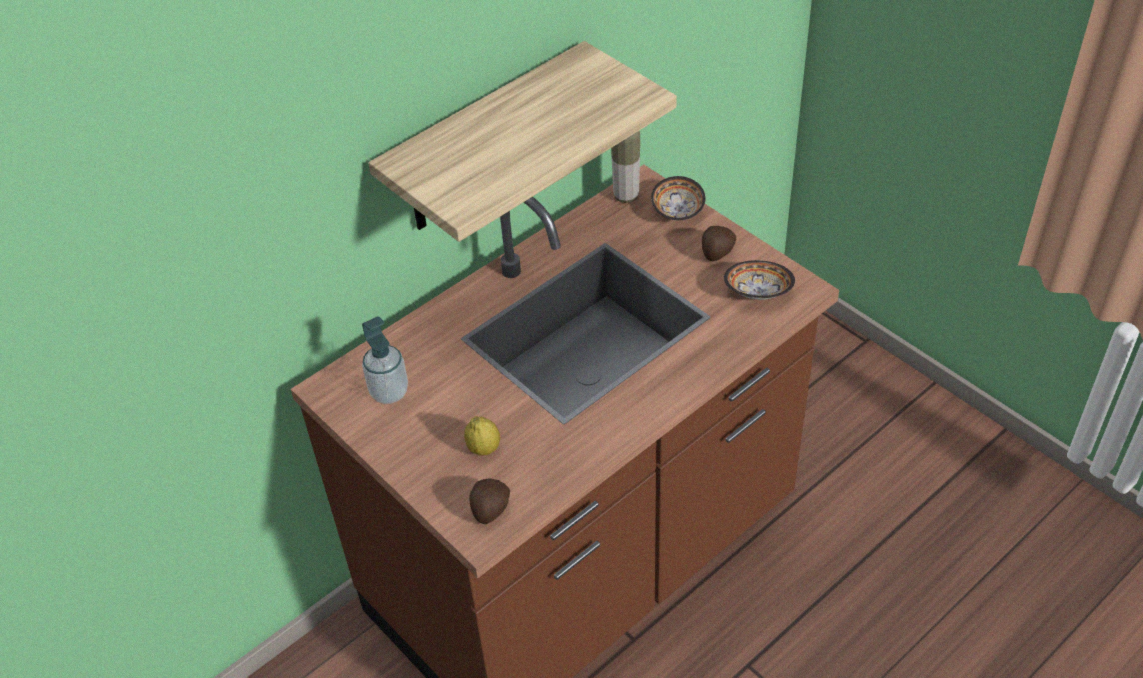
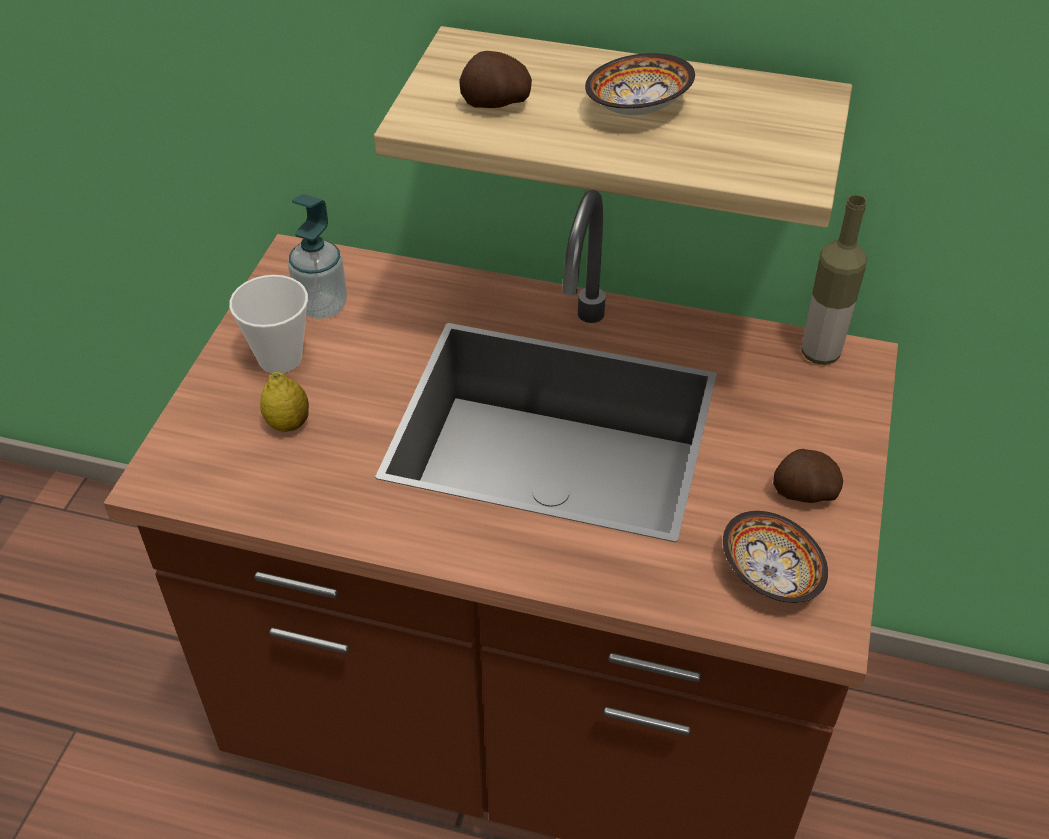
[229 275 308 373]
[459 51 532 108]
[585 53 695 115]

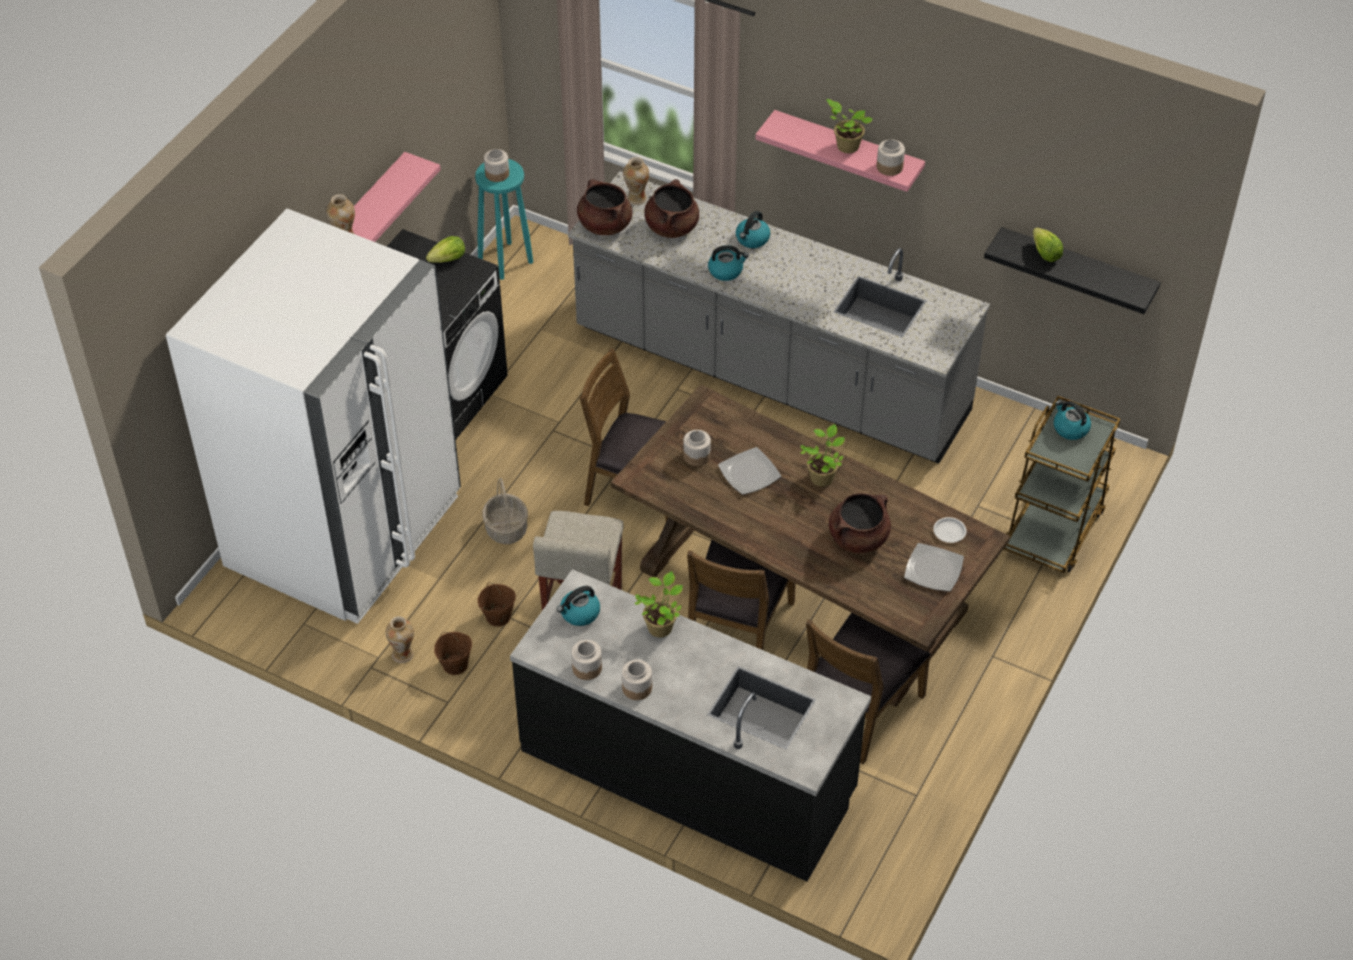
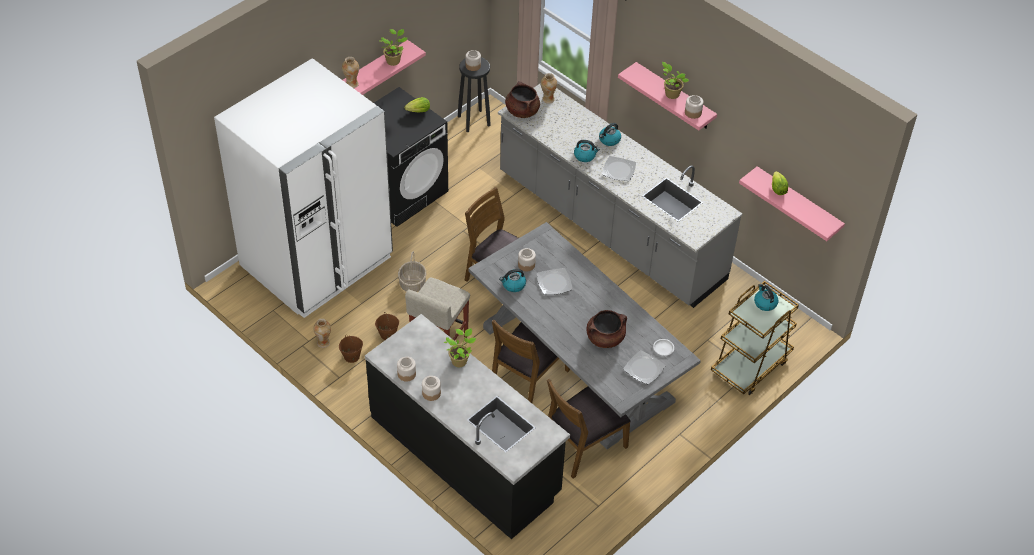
[644 179 699 238] (first image)
[602 156 636 181]
[499 269 526 292]
[379 29 407 66]
[458 57 490 132]
[468 222 701 449]
[739 166 845 241]

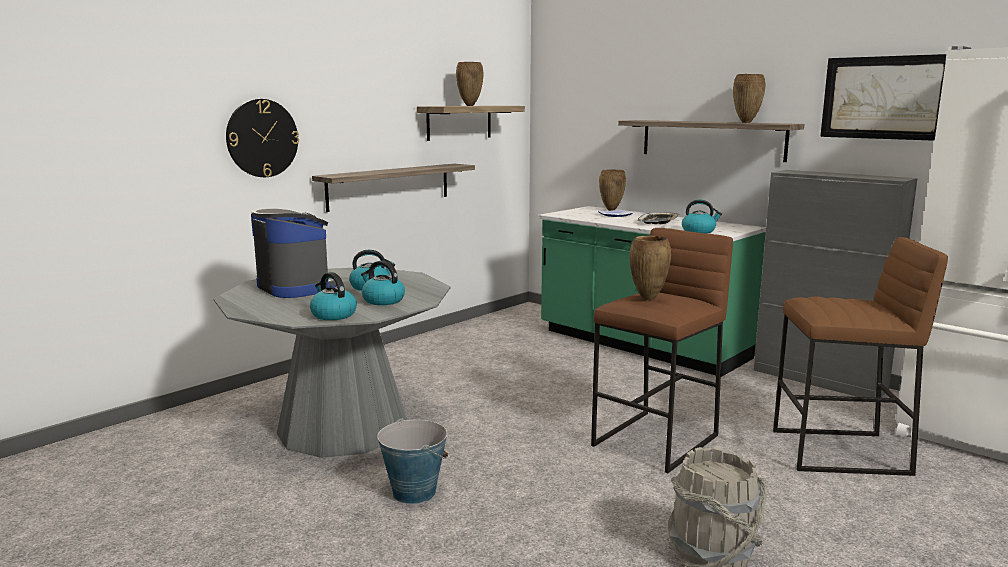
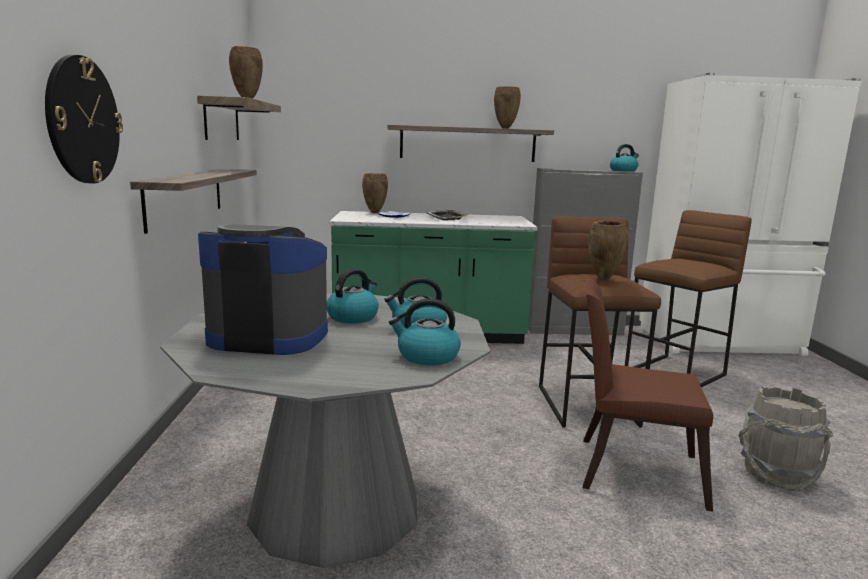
[377 418 448 504] (first image)
[820 54 946 141] (first image)
[583 278 713 512]
[610 144 639 172]

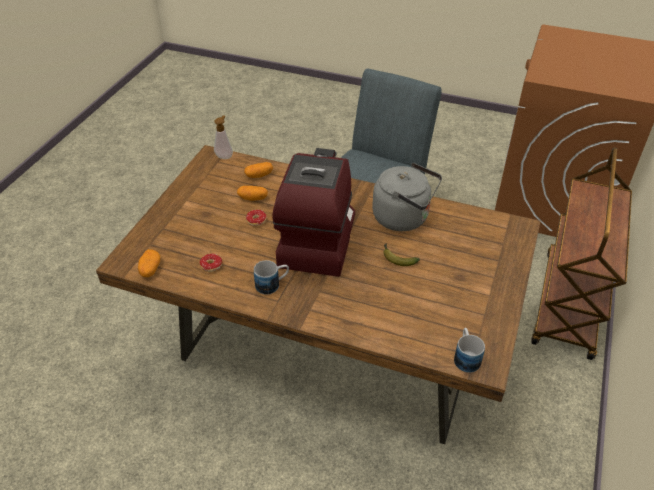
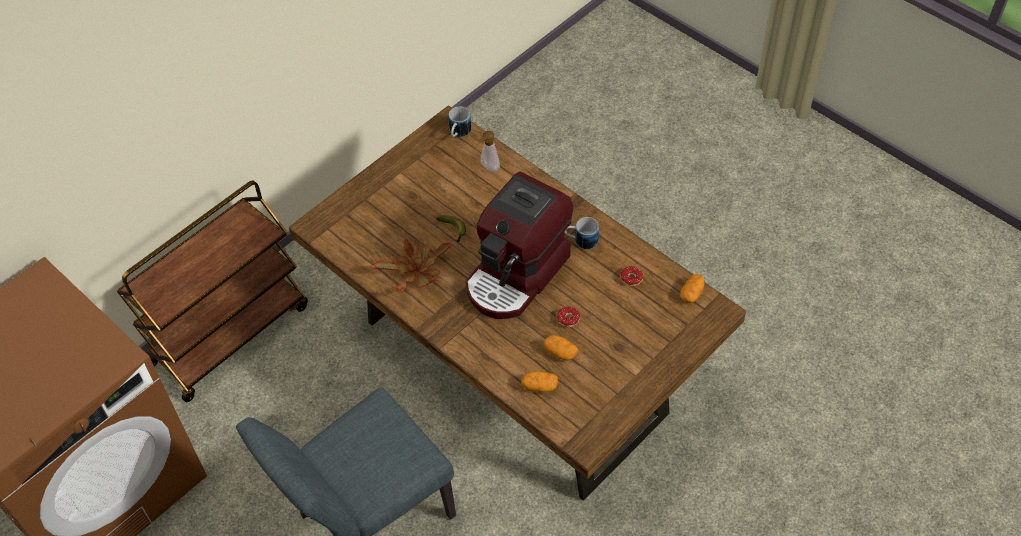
[480 131 500 172]
[371 239 451 293]

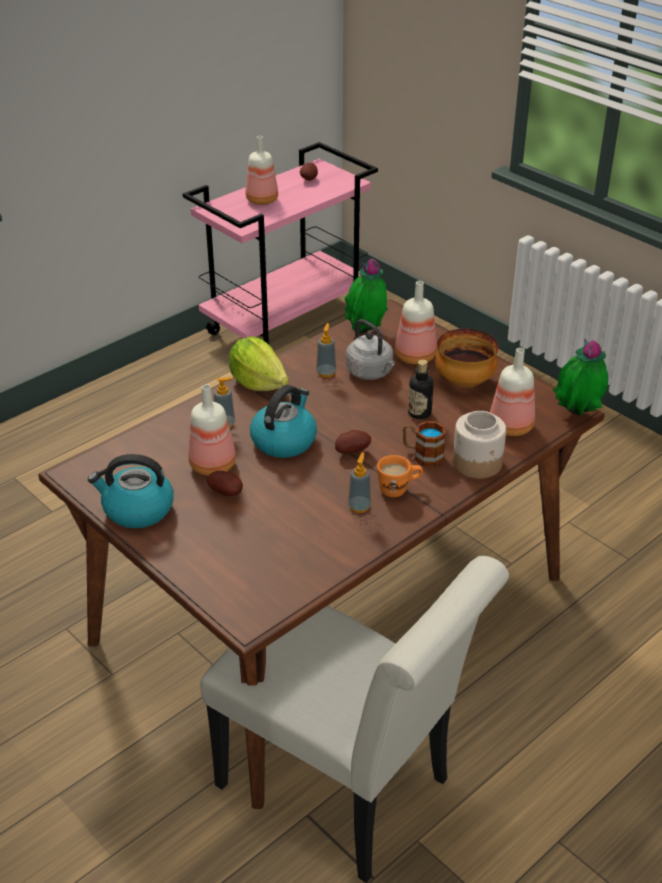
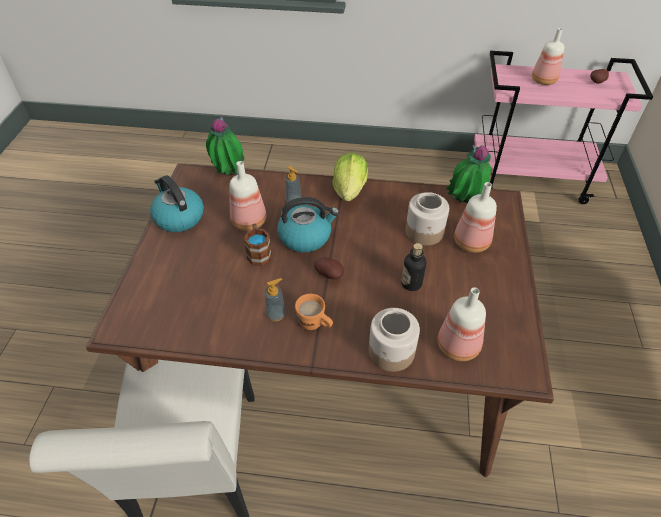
[207 471 243 497] (first image)
[316 323 336 377] (first image)
[435 329 499 387] (first image)
[244 224 272 266]
[206 116 245 175]
[405 192 449 246]

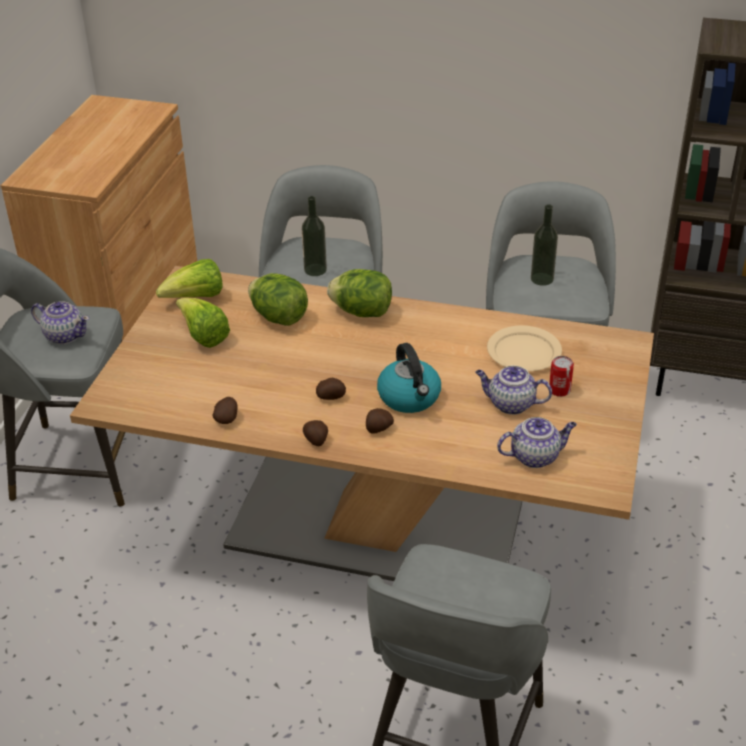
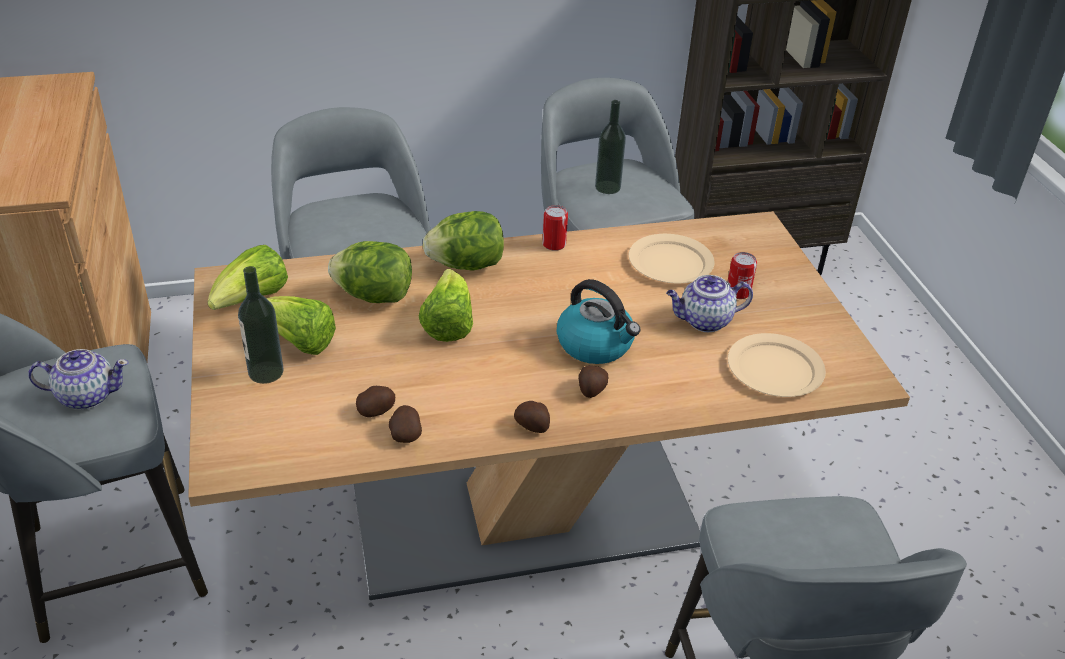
[419 269 473 342]
[542 205 568 251]
[238 266 284 384]
[356 386 395 417]
[728 333 826 397]

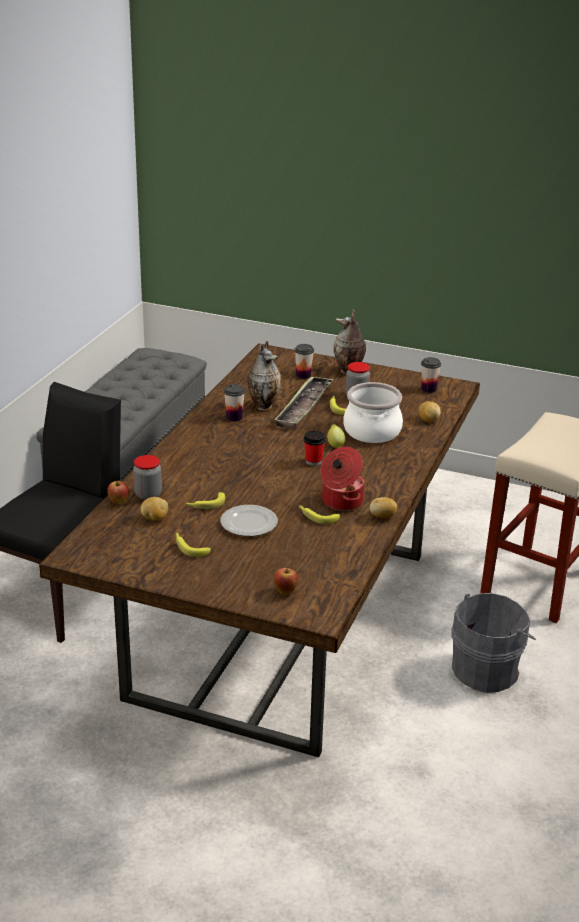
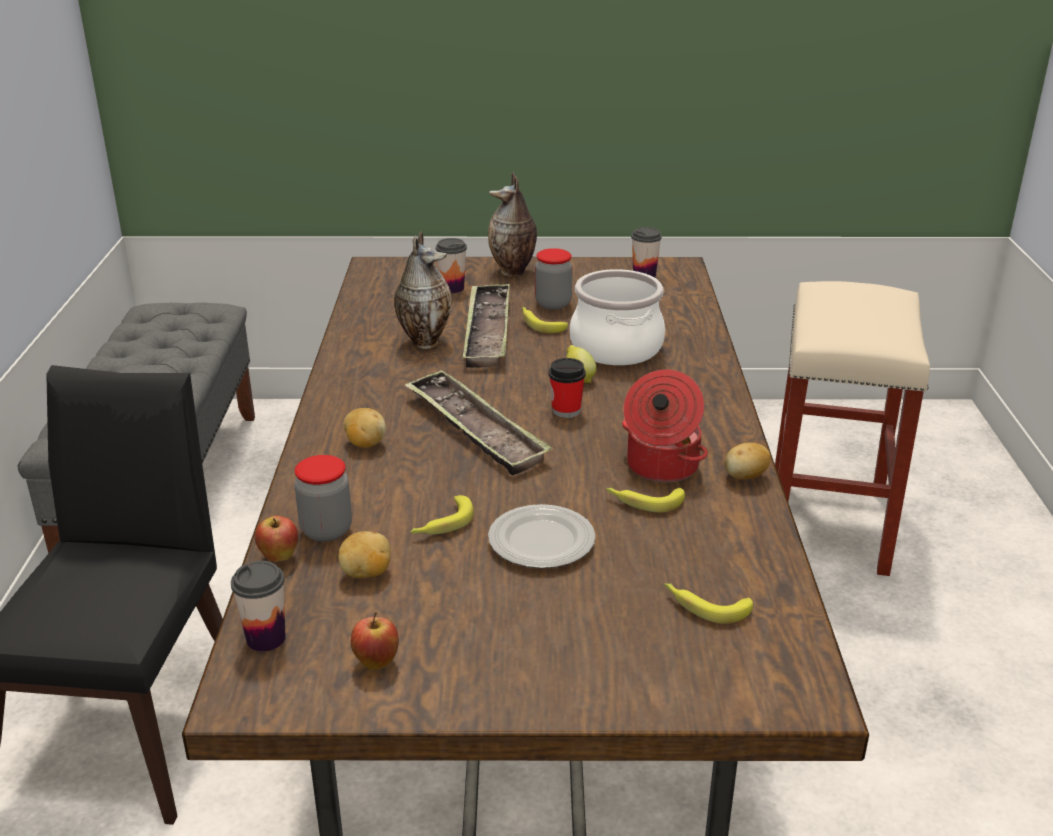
[451 593 536 693] (first image)
[404 369 552 475]
[664 584 753 624]
[231 561 286 652]
[351 612 399 670]
[343 408 386 448]

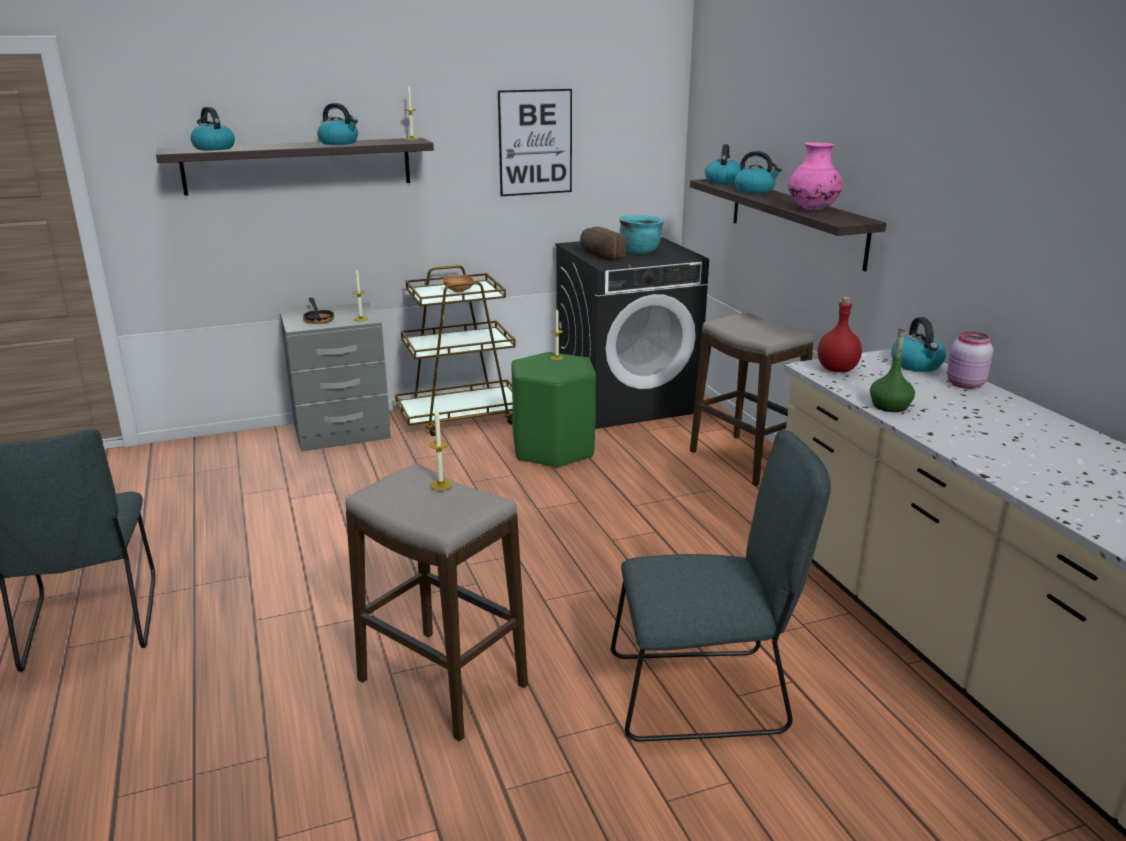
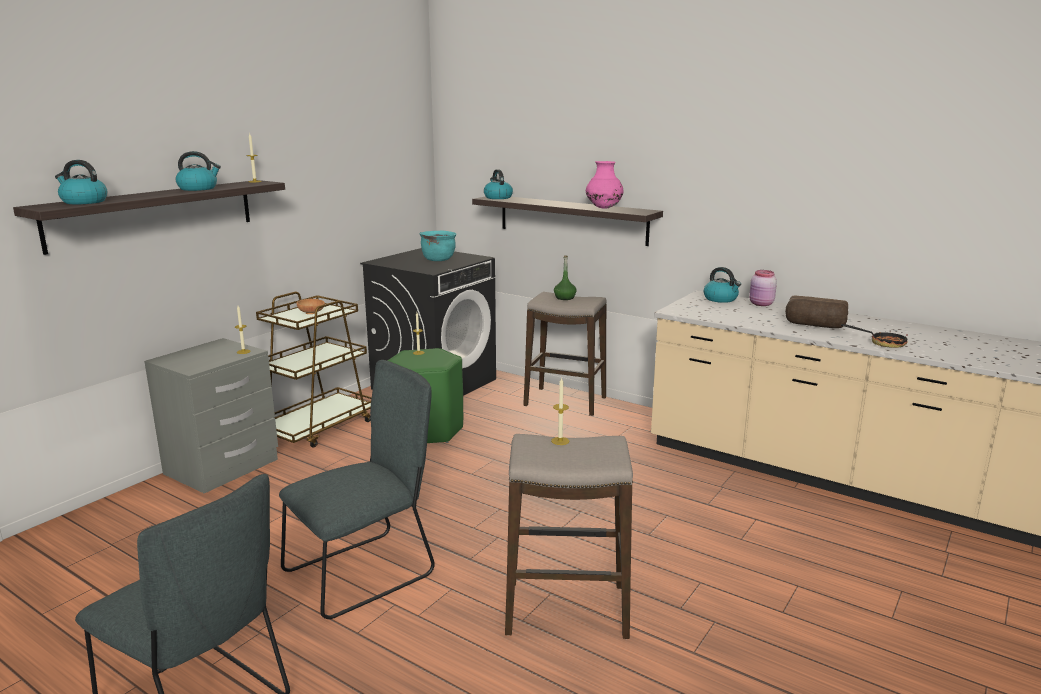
[498 89 572 196] (first image)
[735 151 782 193] (first image)
[818 297 862 372] (first image)
[841 324 909 348]
[785 295 848 328]
[279 360 435 619]
[554 255 577 300]

